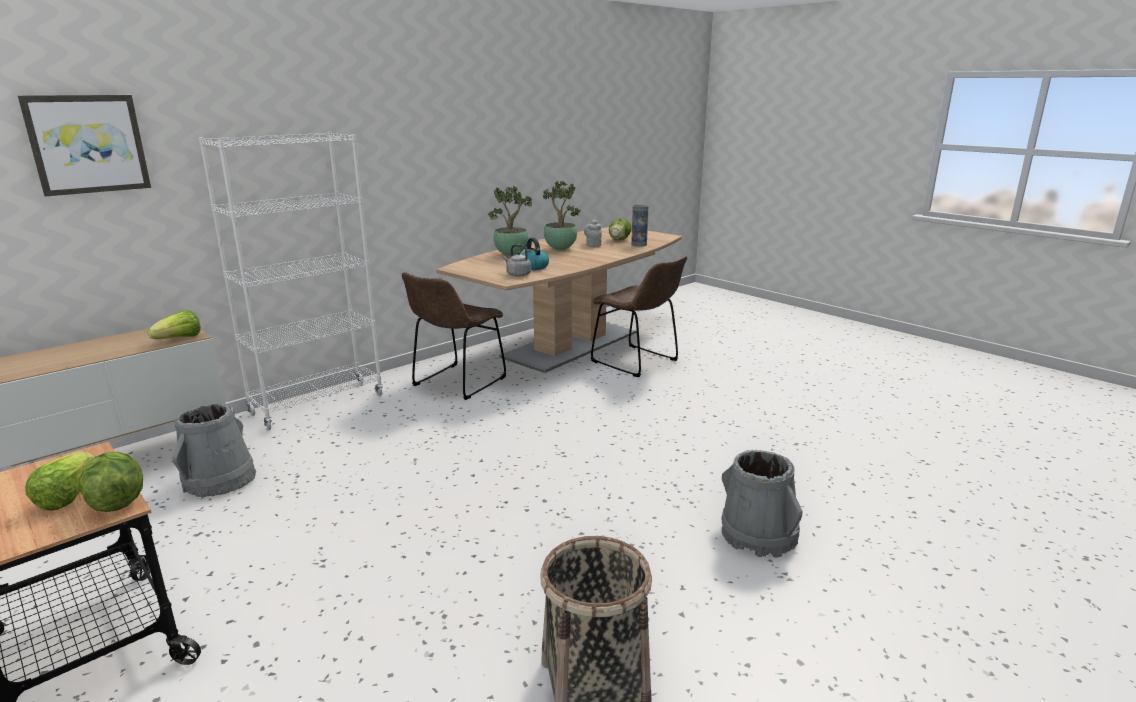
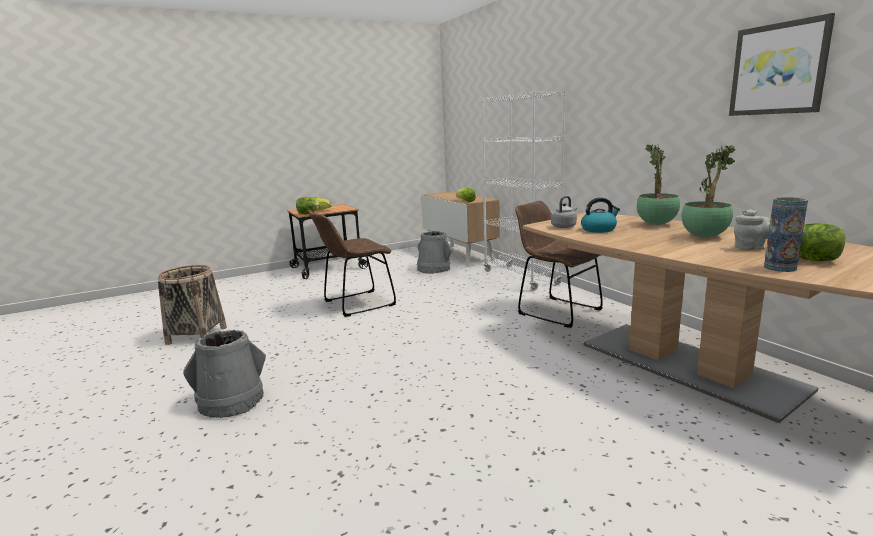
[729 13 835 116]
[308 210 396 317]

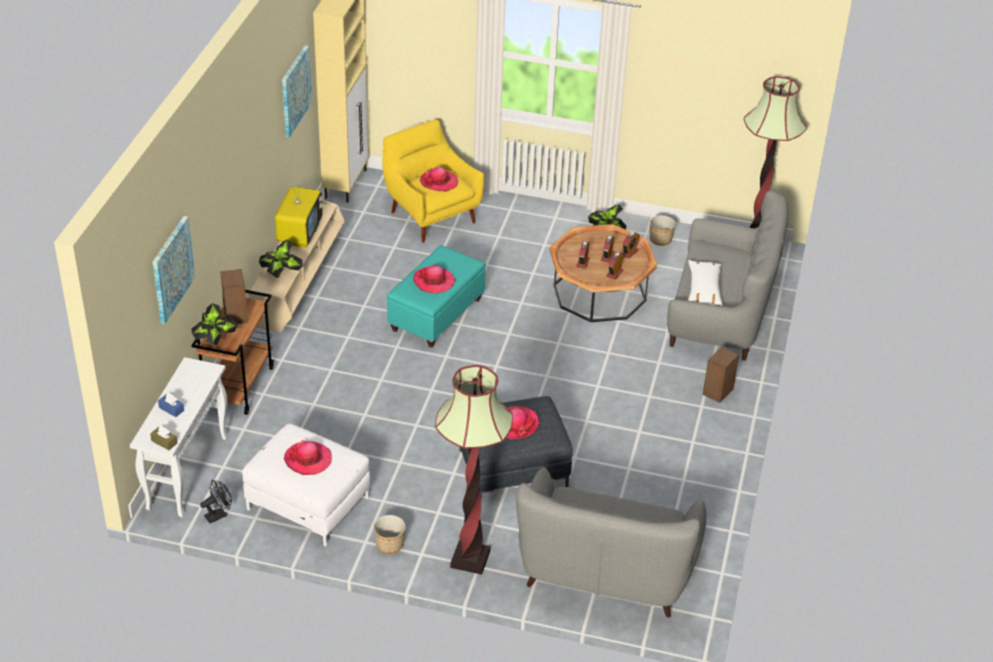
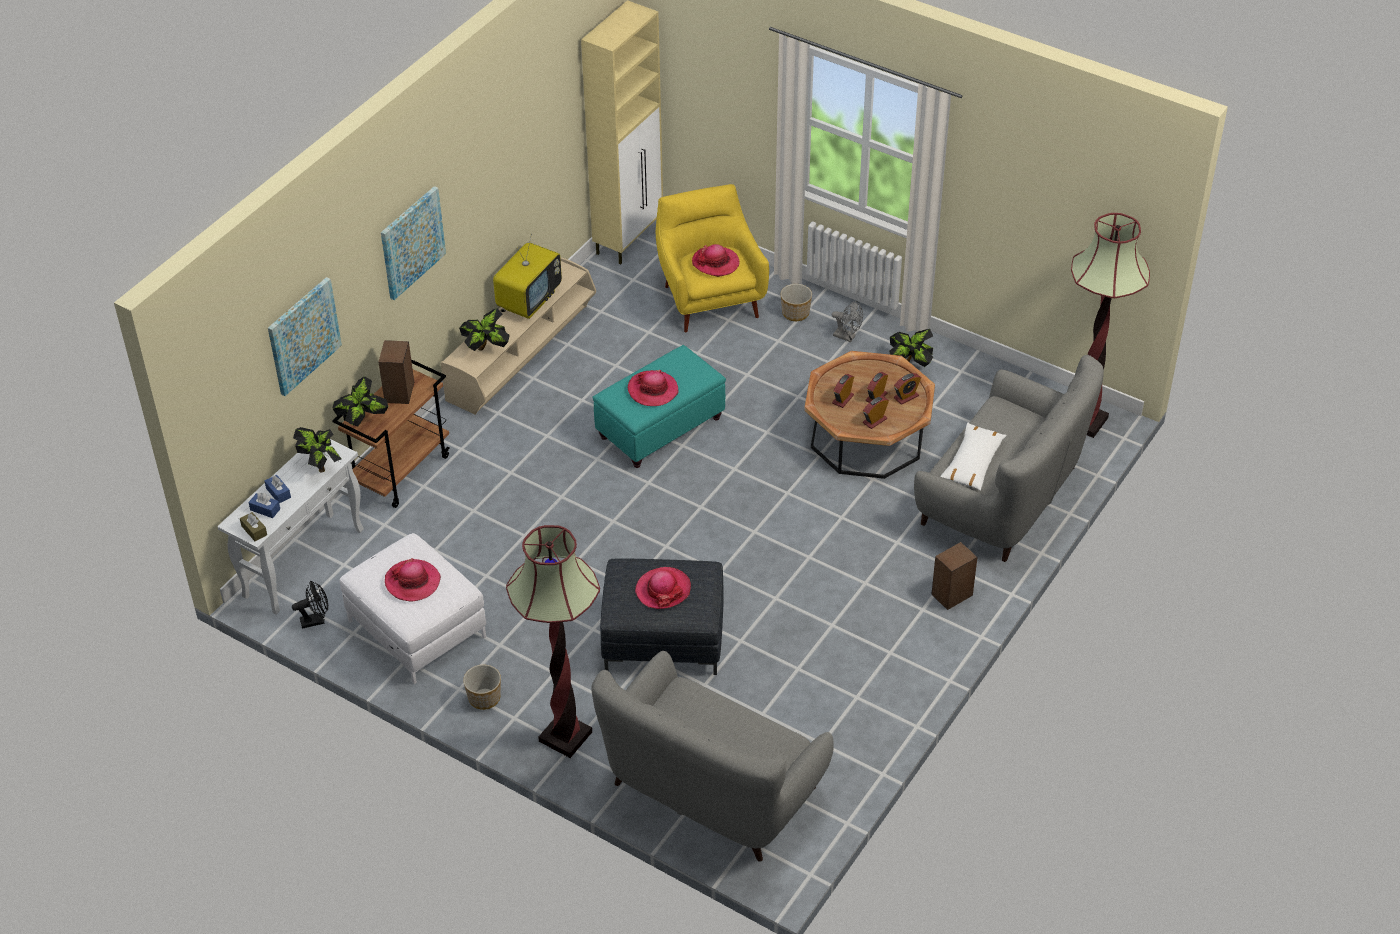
[249 493 280 518]
[293 427 342 473]
[831 301 863 342]
[381 186 446 300]
[781 284 812 321]

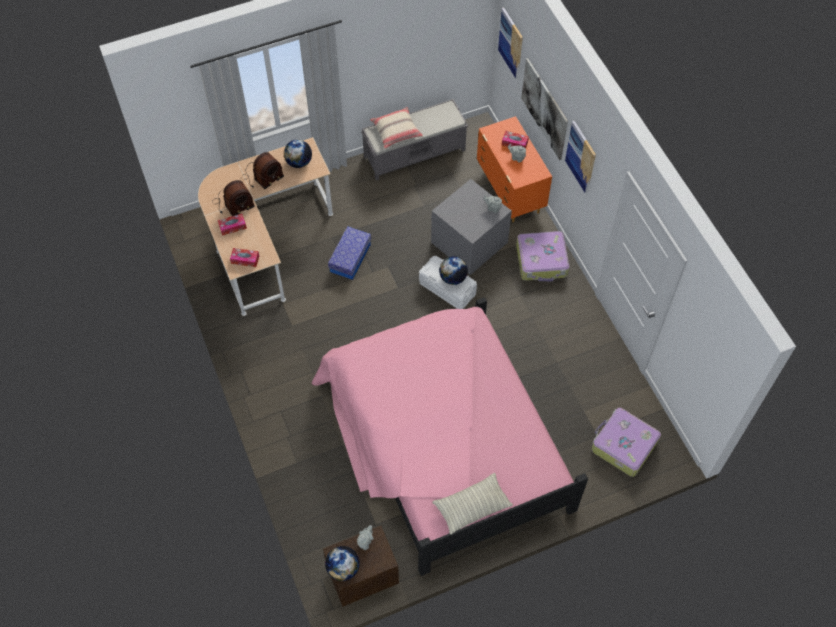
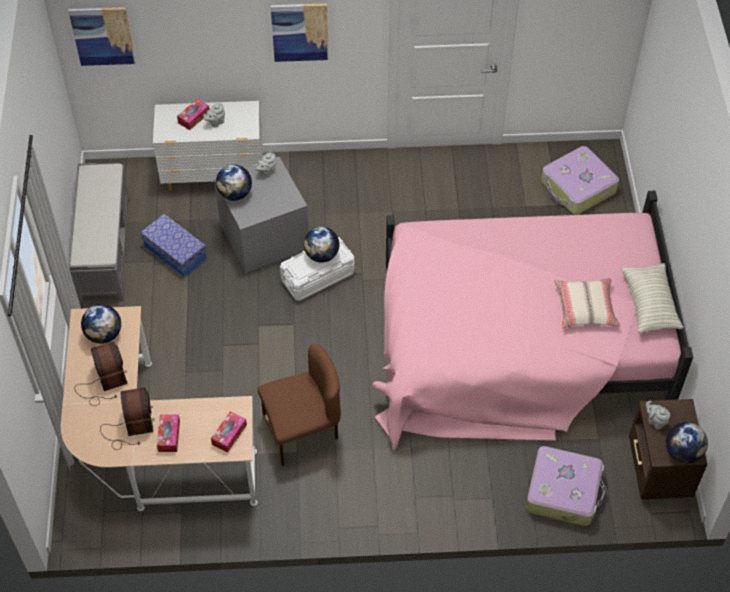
[521 58 568 160] (first image)
[216 165 252 201]
[258 344 341 466]
[140 214 207 277]
[554 278 621 329]
[526 446 606 526]
[153 101 263 191]

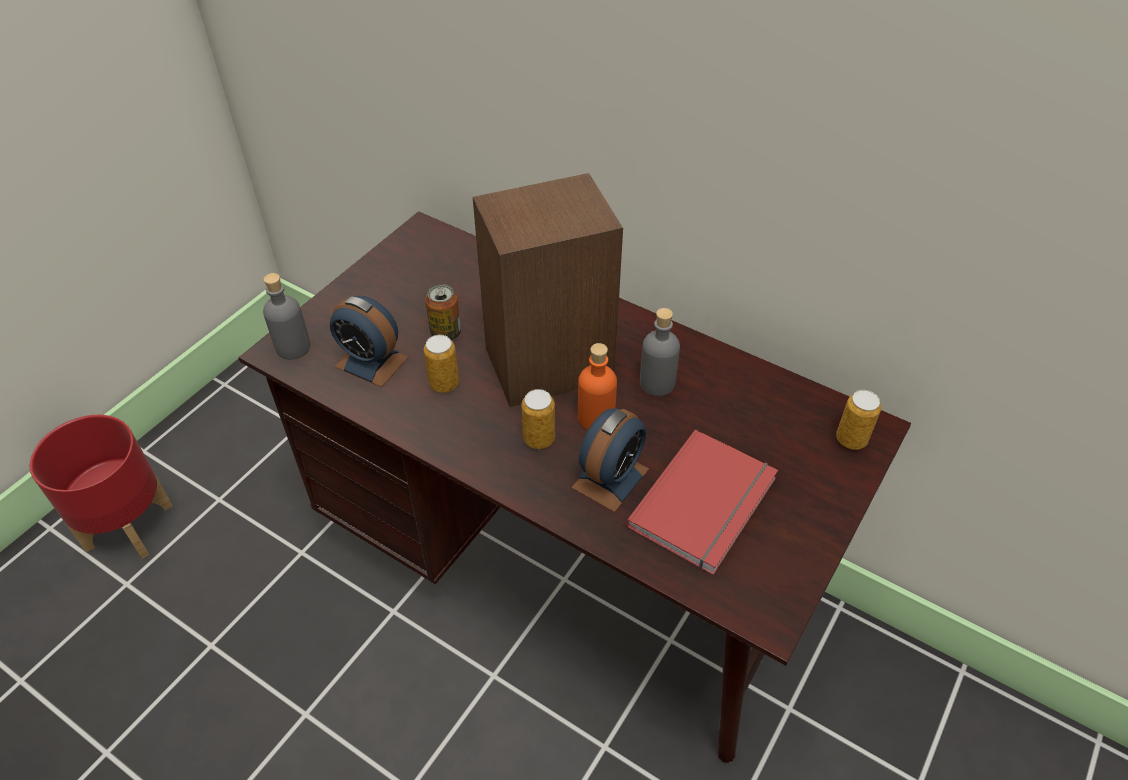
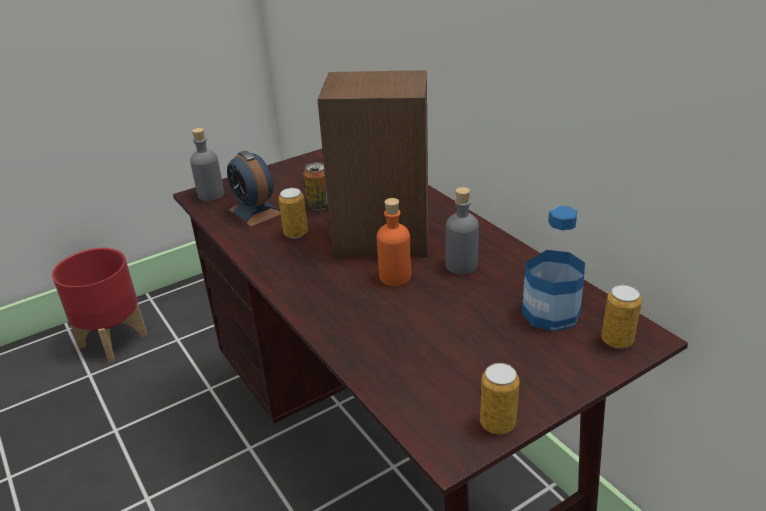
[571 408 649 513] (first image)
[626 429 778 575] (first image)
[522 206 585 332]
[480 363 520 434]

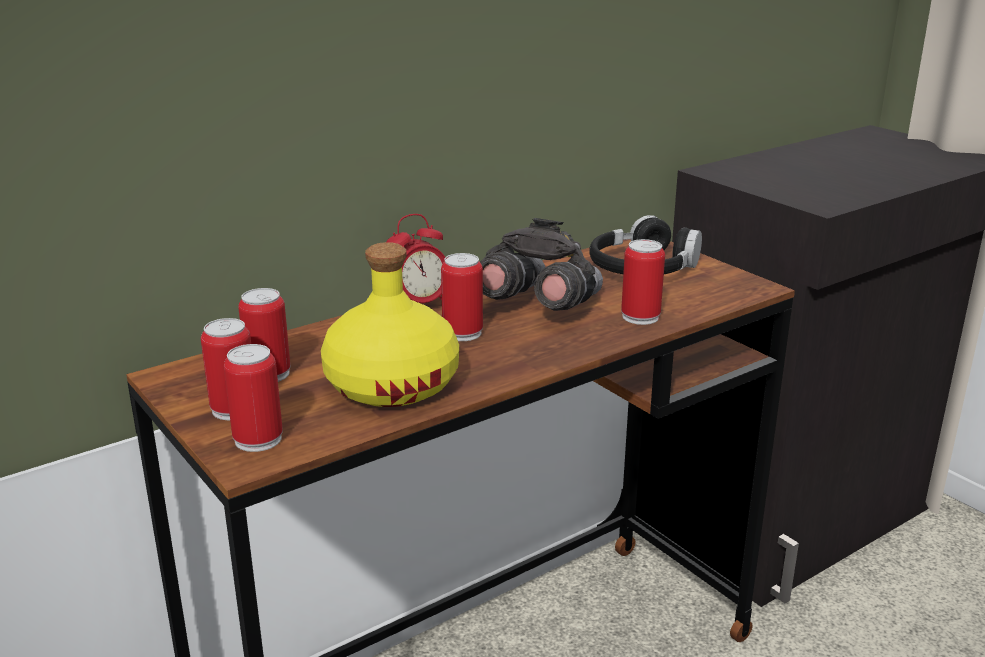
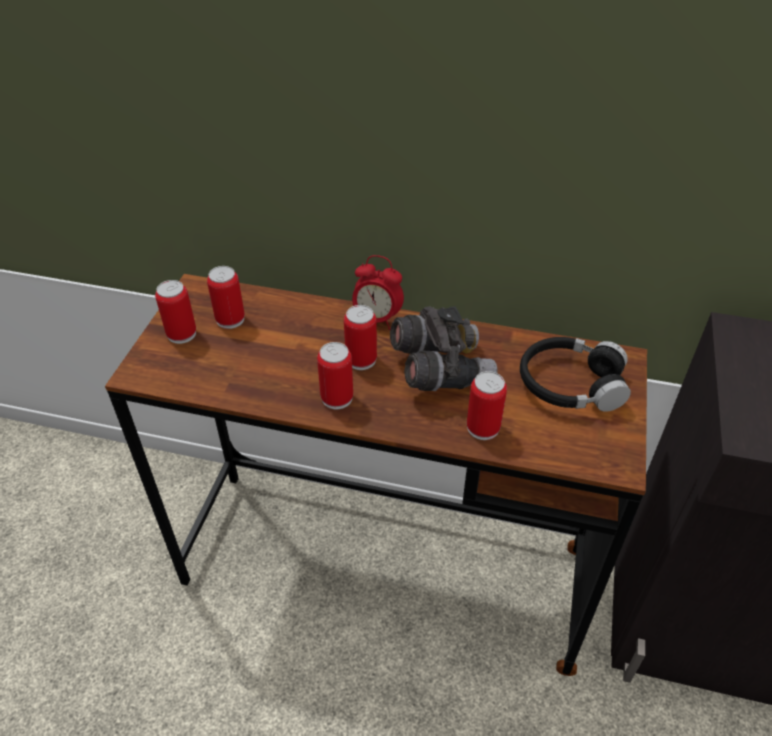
[321 242 459 407] (first image)
[317 342 353 409]

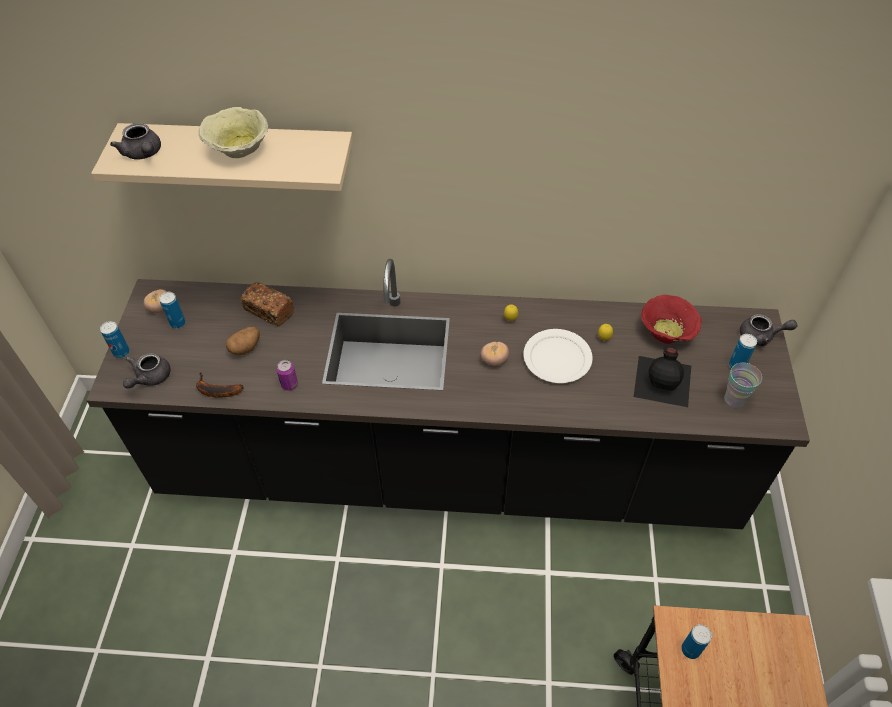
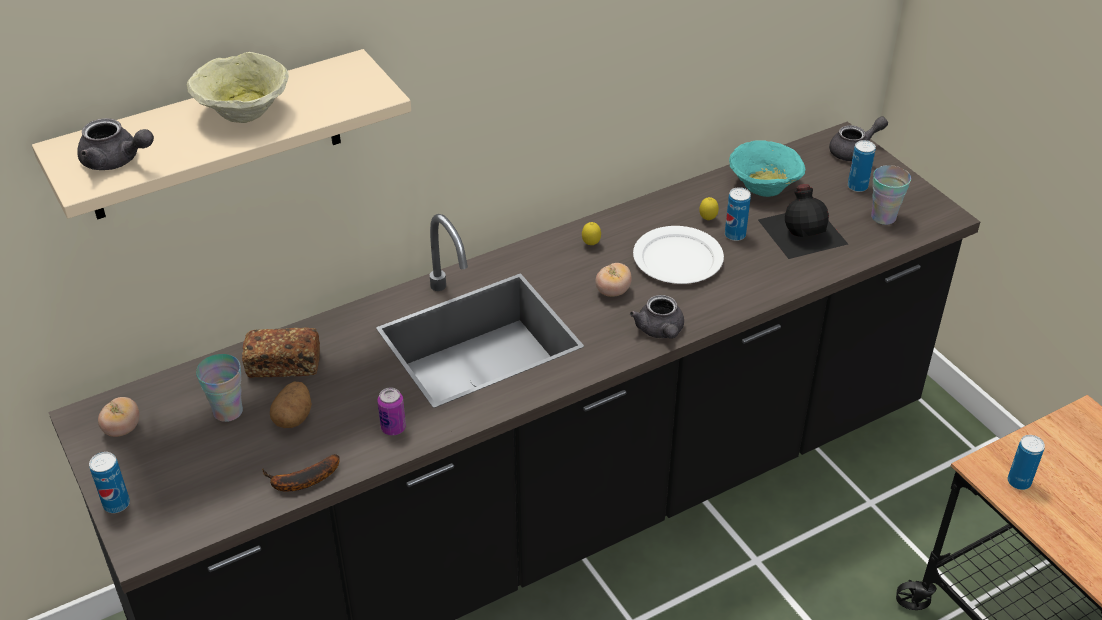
[196 354 243 422]
[630 295 684 339]
[725 187 751 241]
[729 140 806 197]

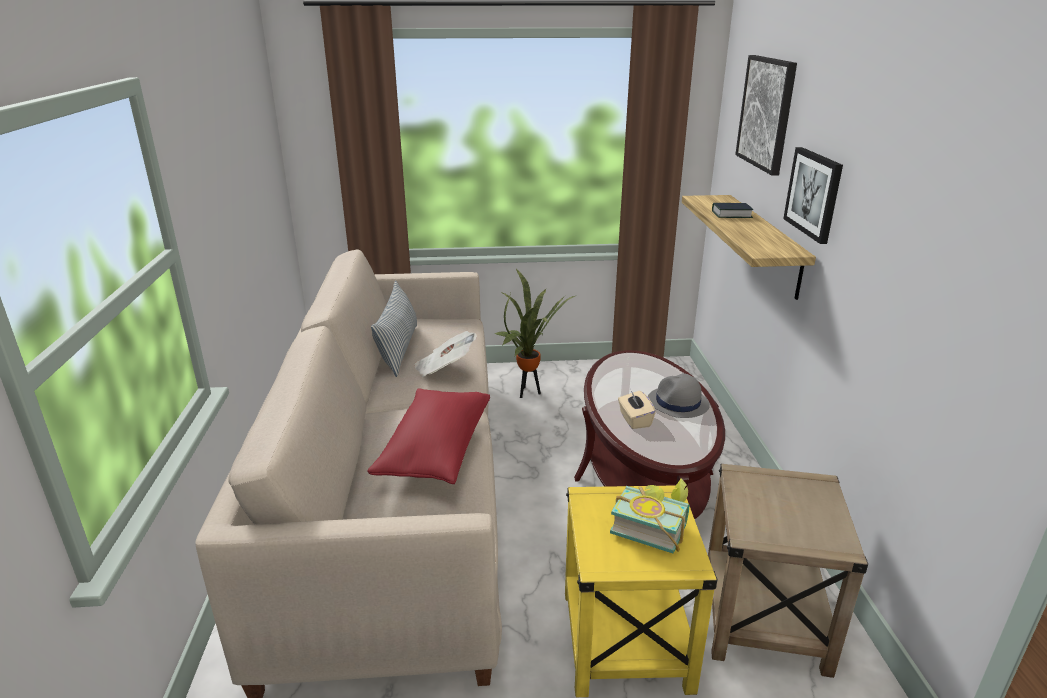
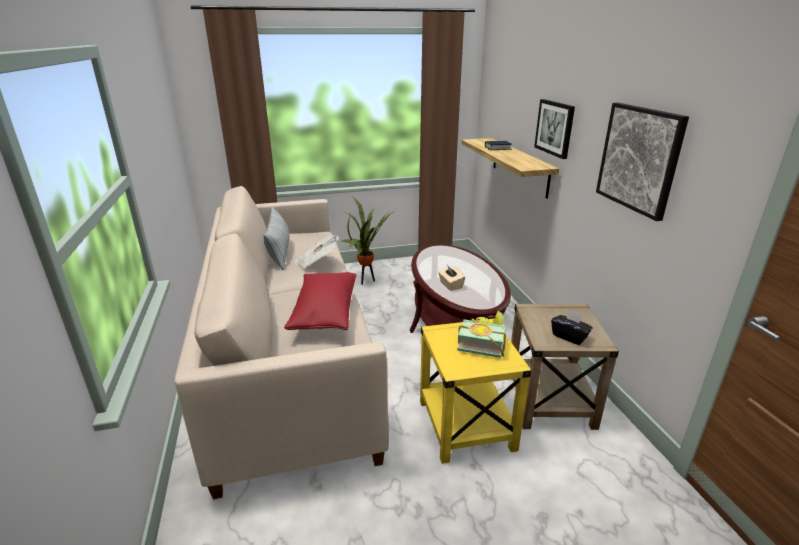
[648 373 710 418] (first image)
[551 310 593 345]
[596 103 689 221]

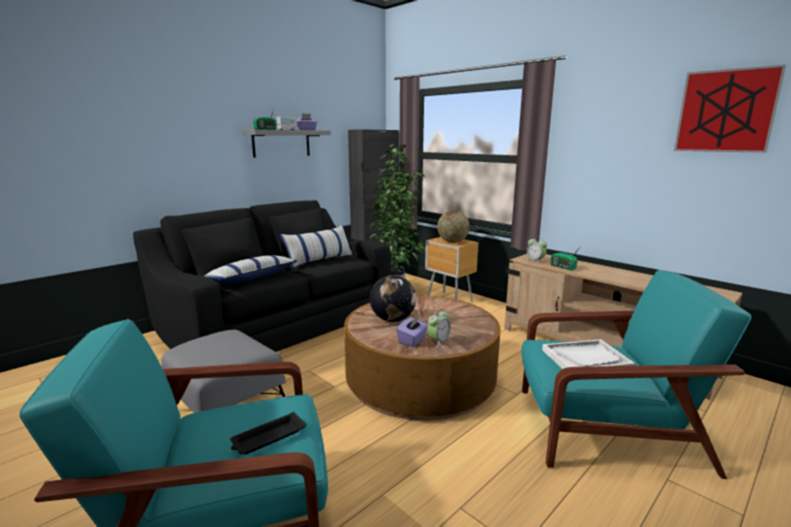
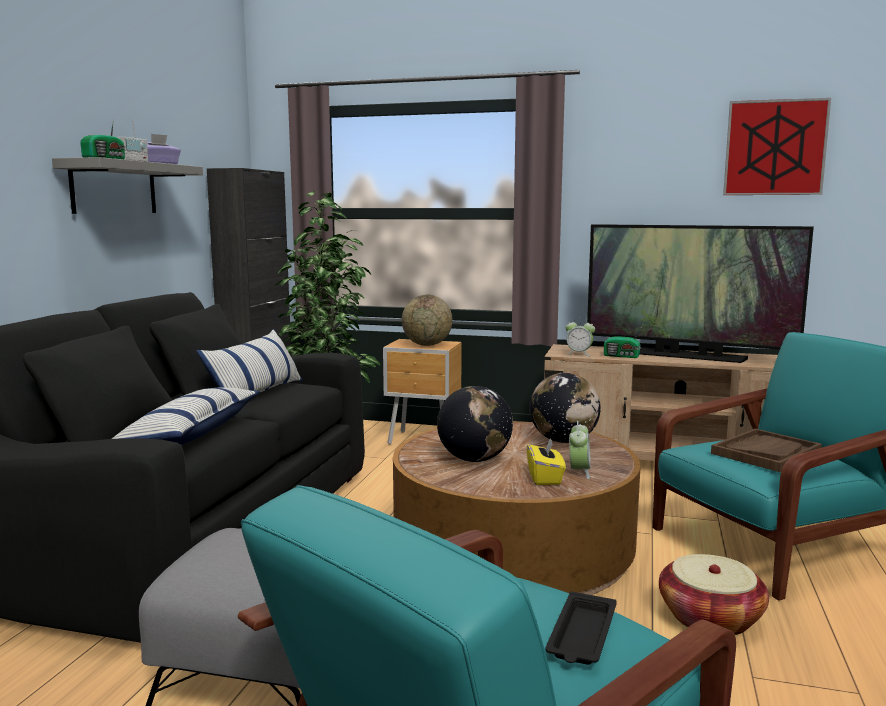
[529 373 601 443]
[587 224 814 363]
[659 554 769 635]
[527 437 566 485]
[711 429 822 472]

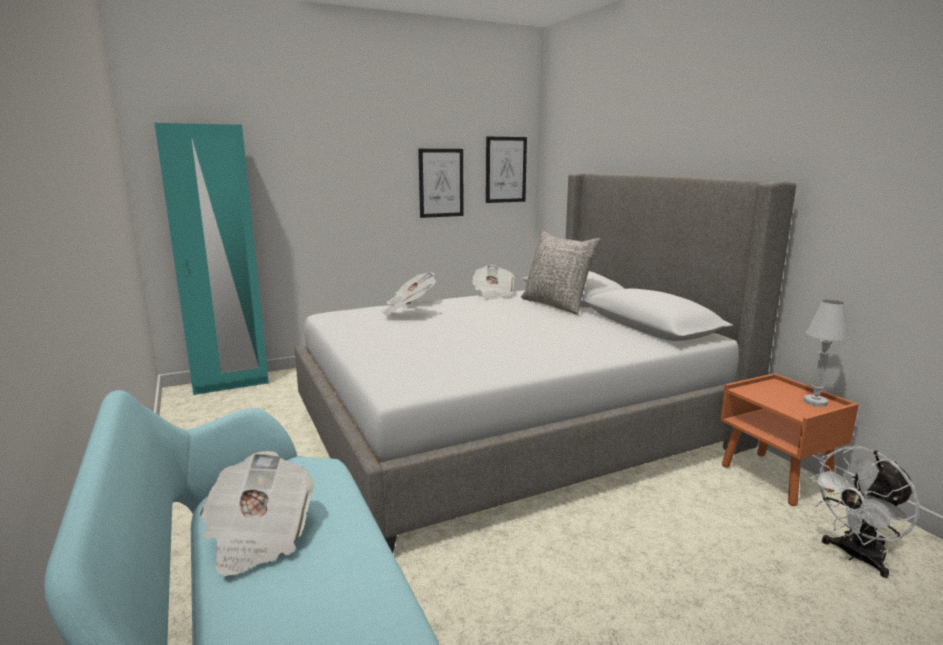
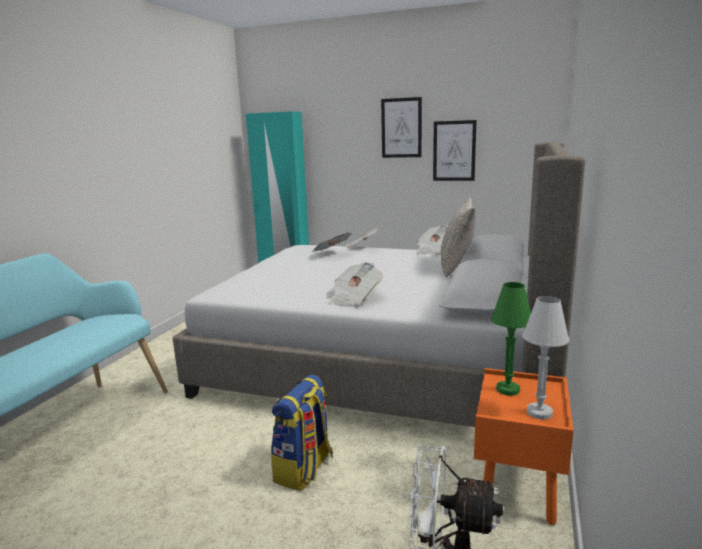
[271 374 333 491]
[491 282 531 396]
[329 262 383 305]
[381 97 422 158]

